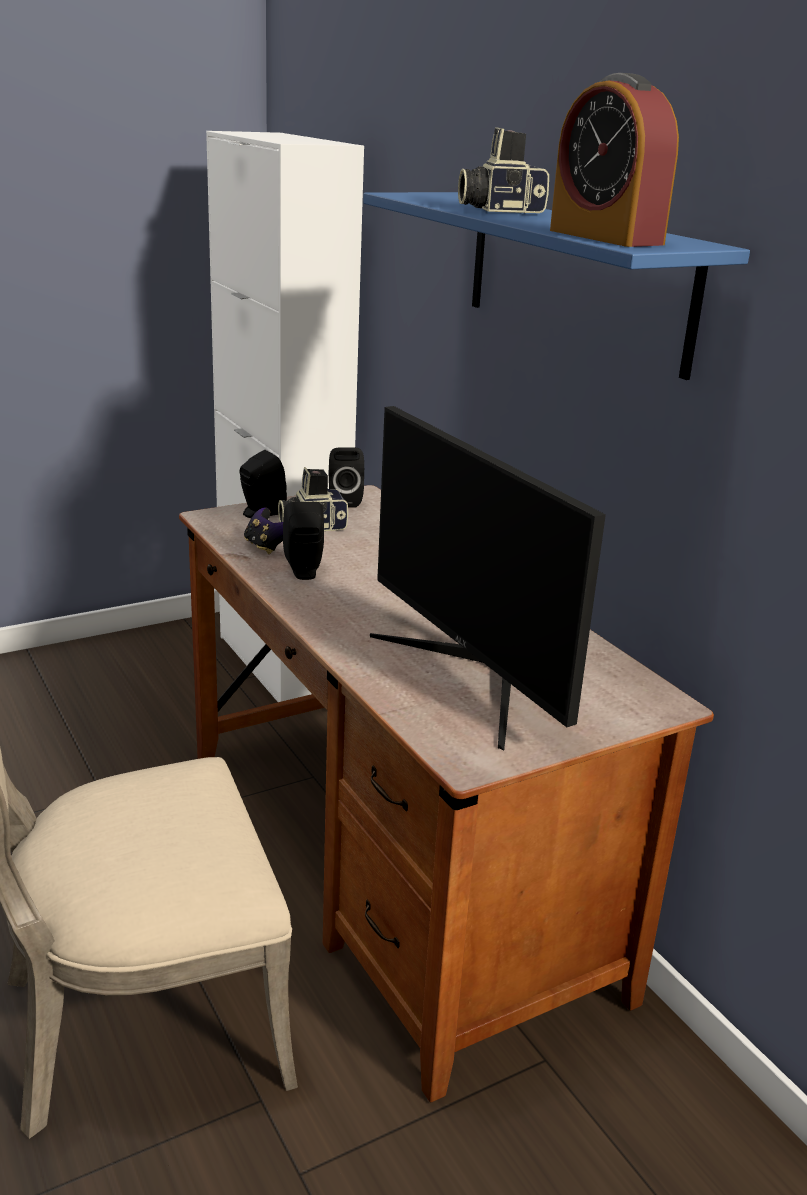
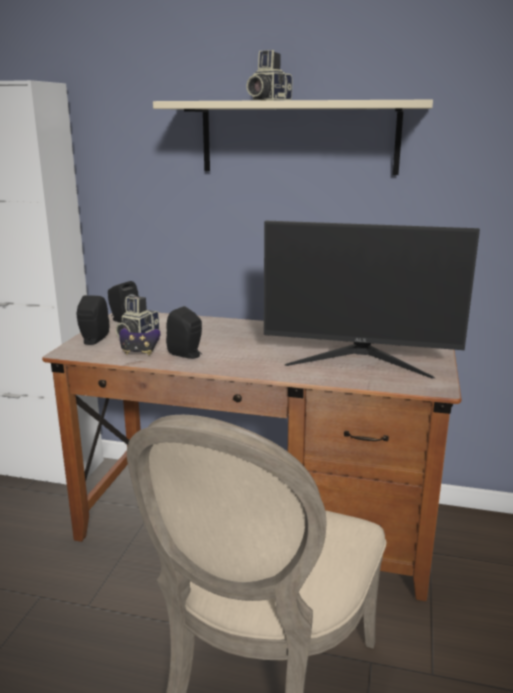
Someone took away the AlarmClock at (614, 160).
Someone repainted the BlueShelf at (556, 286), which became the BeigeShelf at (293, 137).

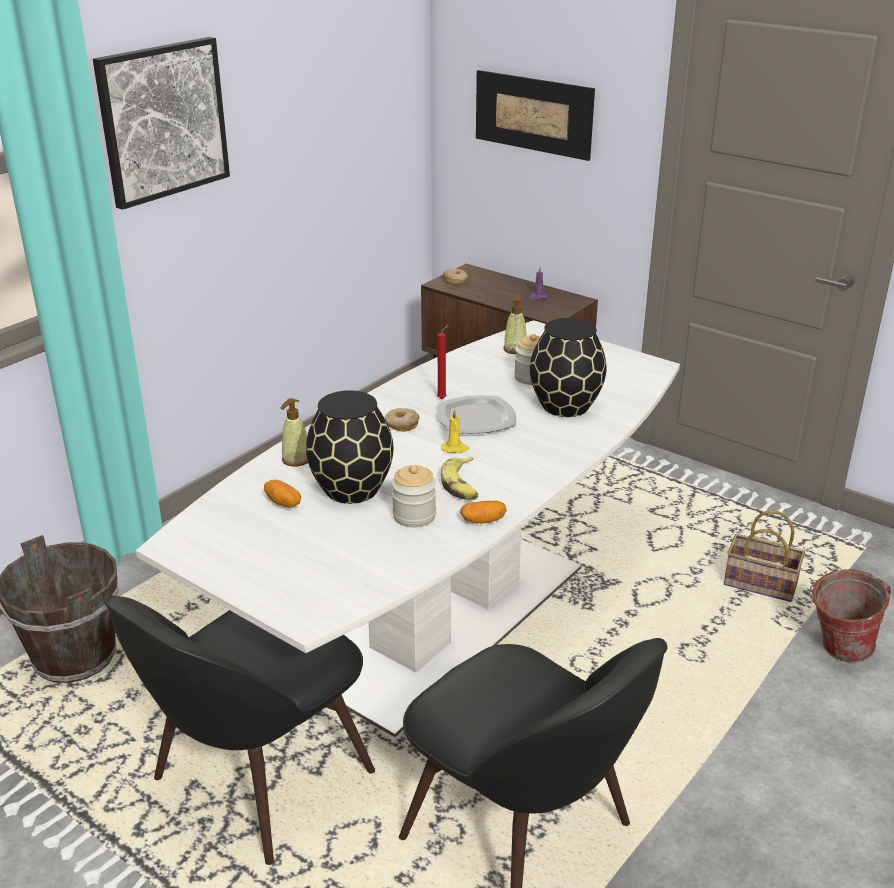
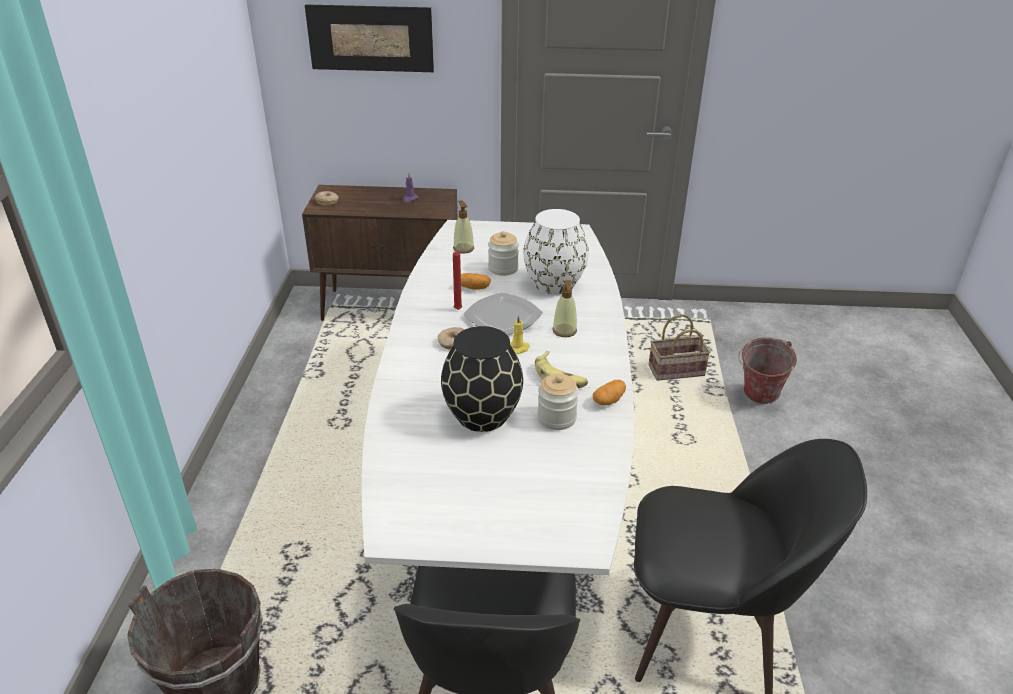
Someone took away the Picture at (161, 123).
Someone repainted the BlackVase at (568, 367), which became the WhiteVase at (556, 251).
Someone carried the SoapDispenser from (294, 432) to (564, 308).
Someone carried the Potato from (282, 494) to (476, 281).

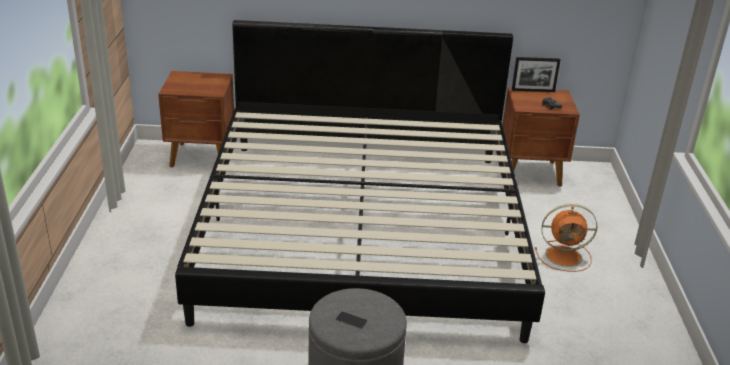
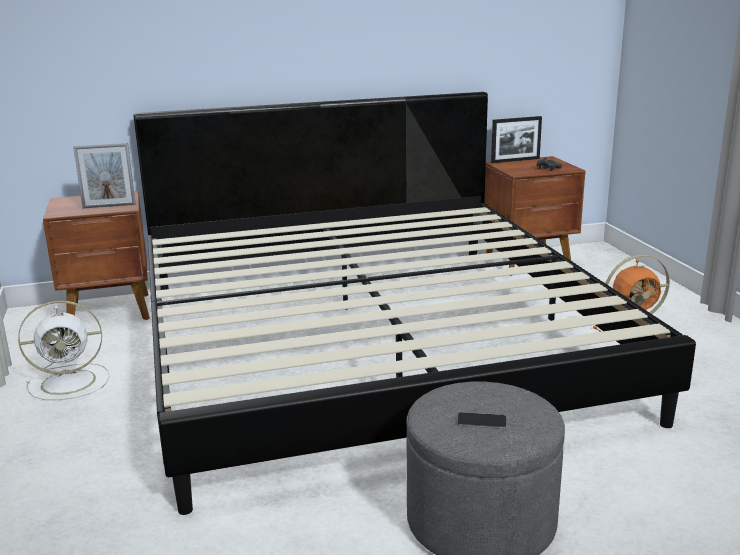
Someone put down the PictureFrame at (104, 176).
Someone put down the WhiteFan at (63, 350).

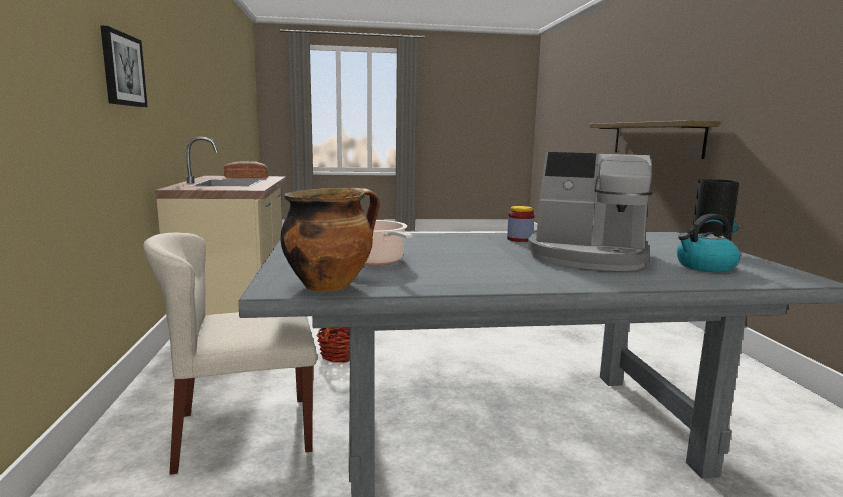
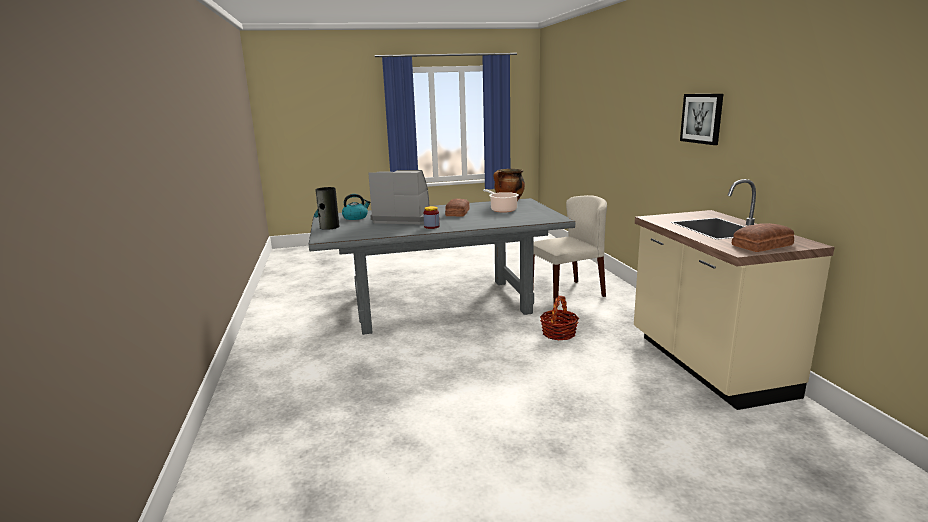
Someone took away the Shelf at (654, 139).
Someone put down the Bread at (457, 207).

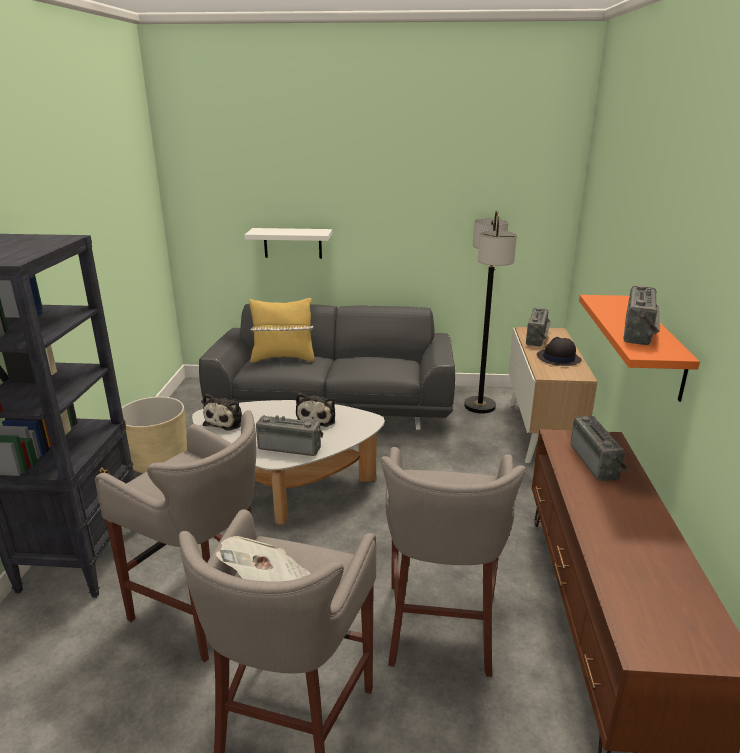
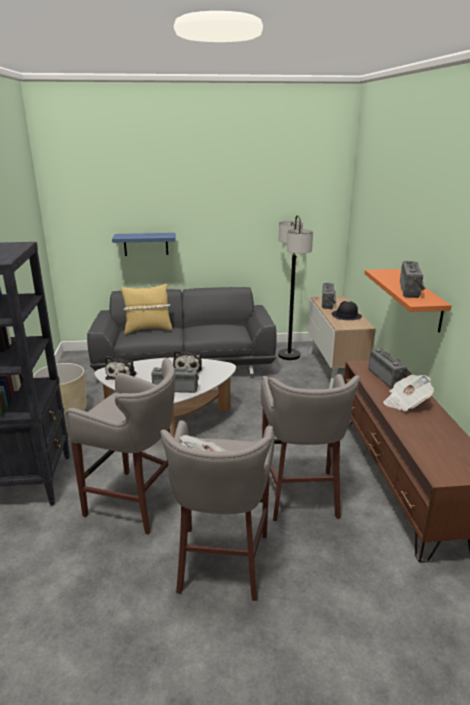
Someone repainted the WhiteShelf at (288, 243), which became the BlueShelf at (144, 244).
Someone put down the Newspaper at (408, 393).

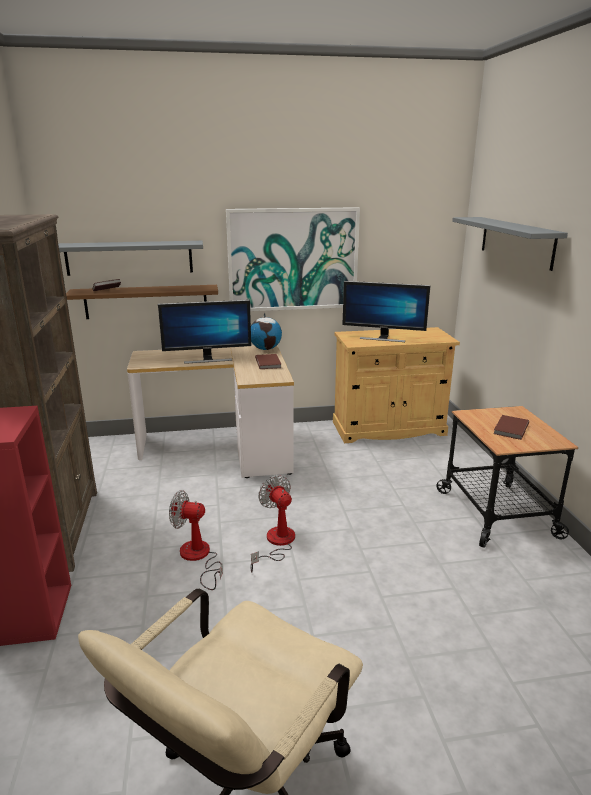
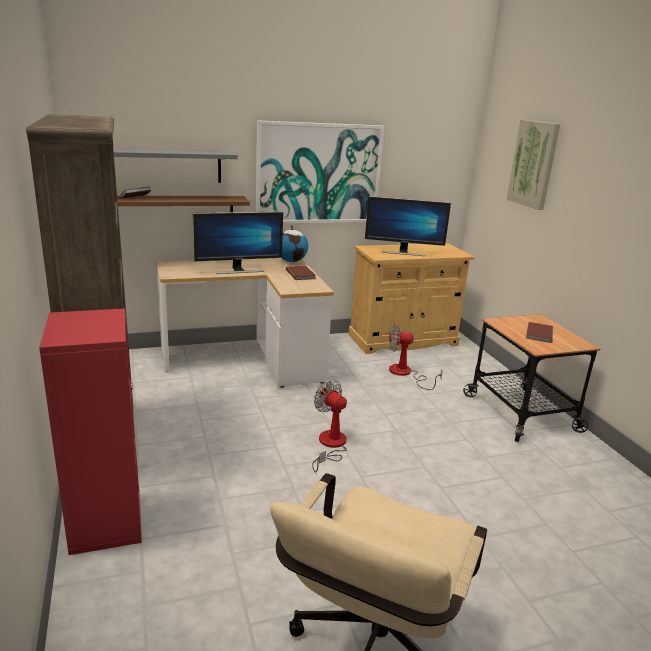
Someone swapped the GreyShelf at (510, 244) for the Picture at (533, 165).
Someone carried the Fan from (196, 540) to (415, 357).

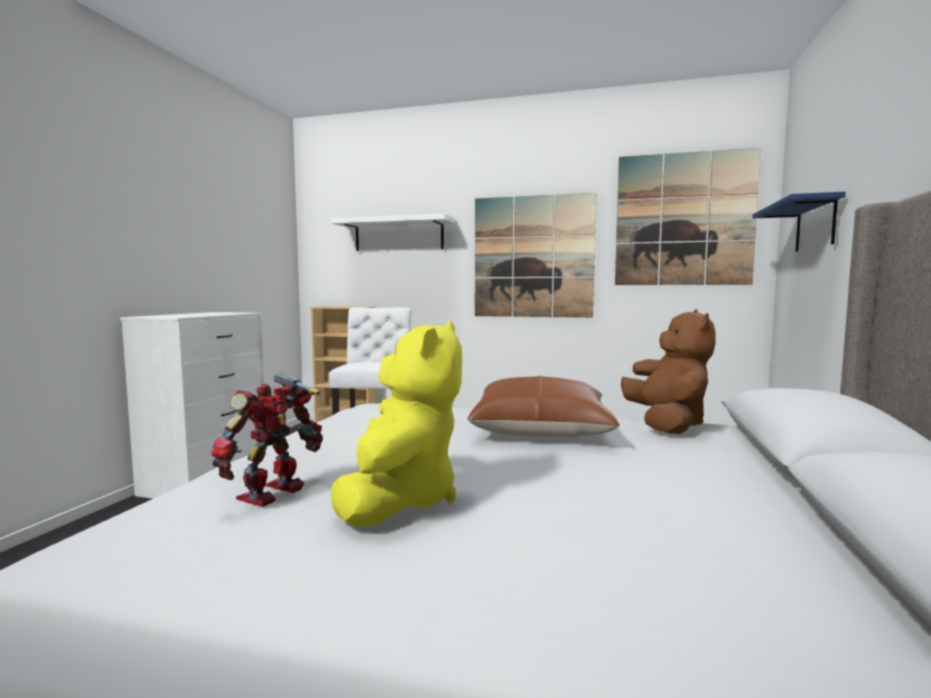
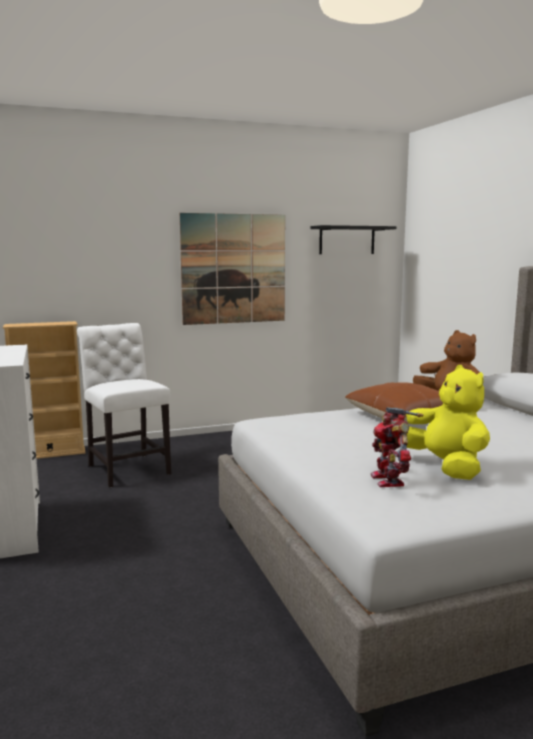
Someone swapped the Picture at (688, 216) for the BlackShelf at (353, 239).
Someone took away the BlueShelf at (799, 222).
Someone took away the WhiteShelf at (392, 232).

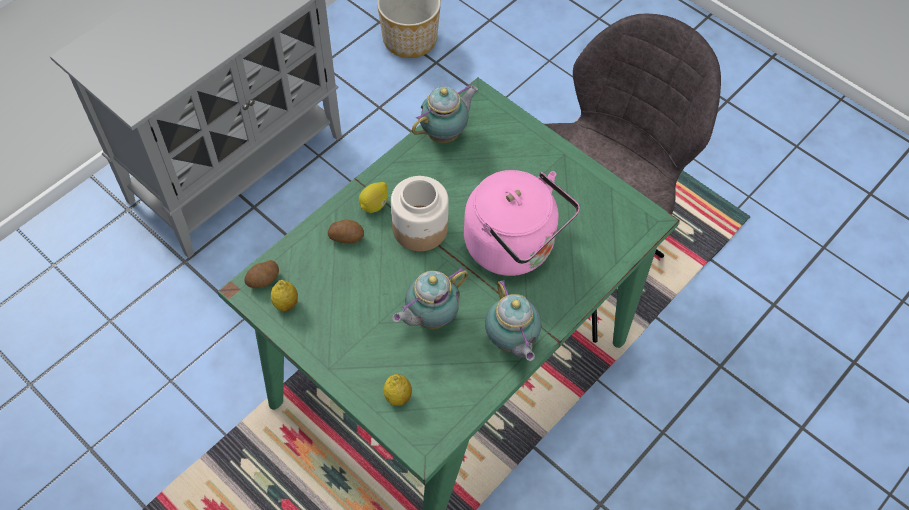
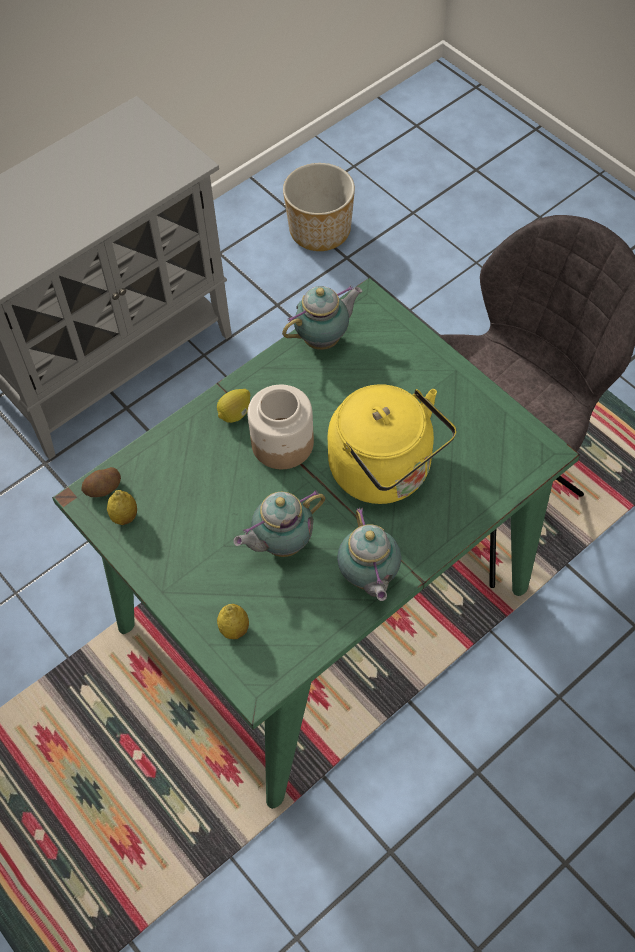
Someone repainted the PinkKettle at (522, 223), which became the YellowKettle at (392, 444).
Someone took away the Potato at (346, 232).

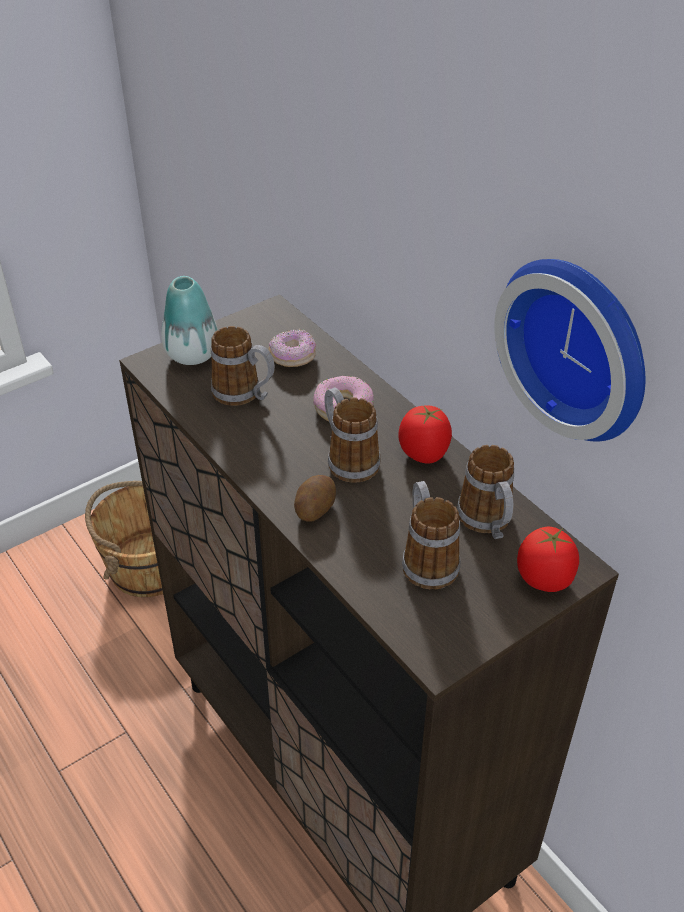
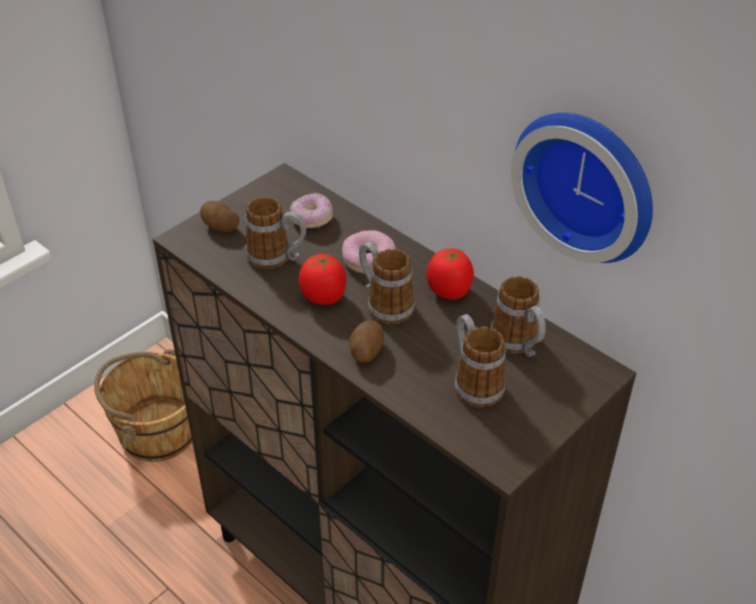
Someone swapped the Vase at (189, 320) for the Potato at (219, 216).
Someone carried the Tomato from (548, 559) to (322, 279).

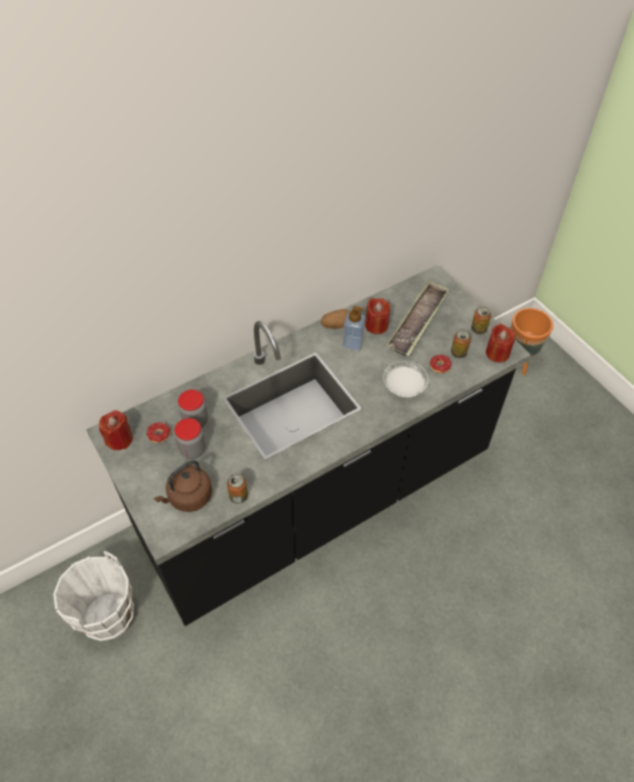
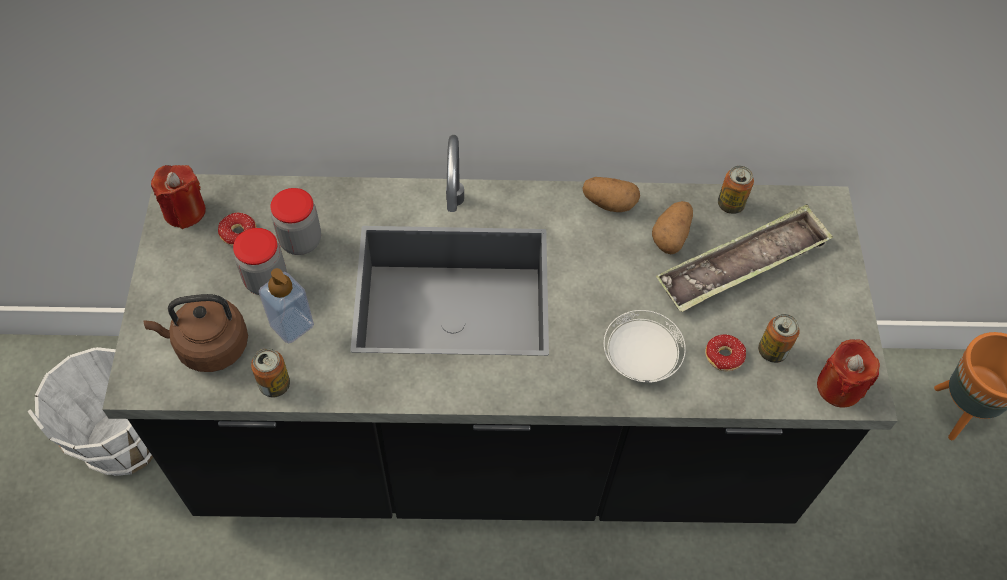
Someone swapped the RedCandle at (377, 316) for the Potato at (672, 227).
Someone carried the SoapDispenser from (354, 328) to (286, 305).
Someone carried the Can from (481, 320) to (736, 190).

